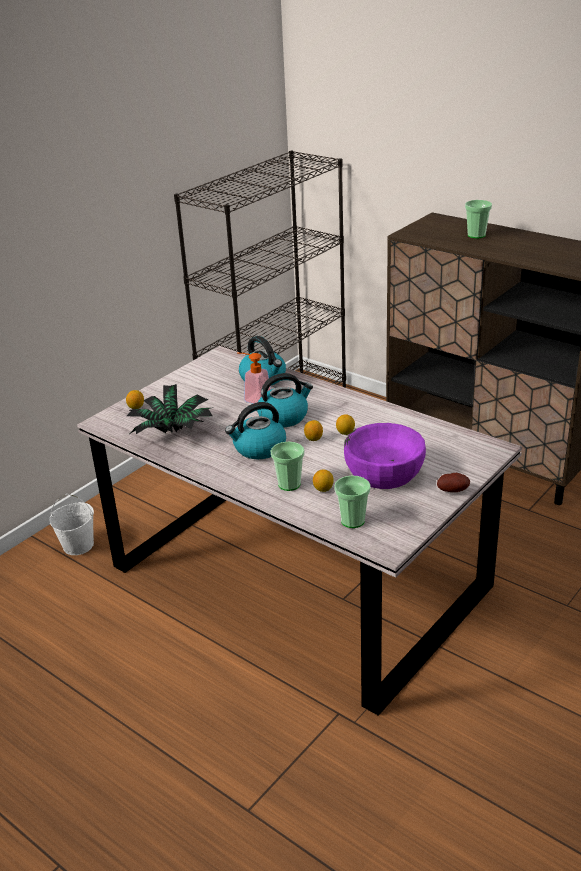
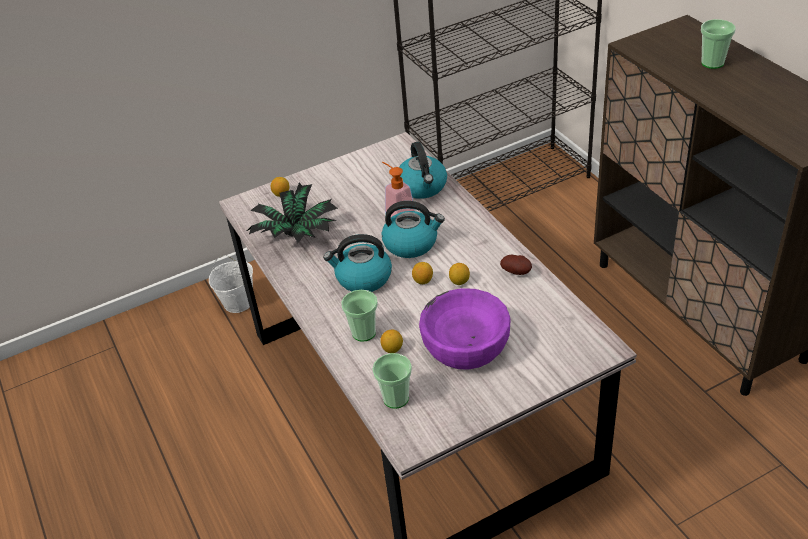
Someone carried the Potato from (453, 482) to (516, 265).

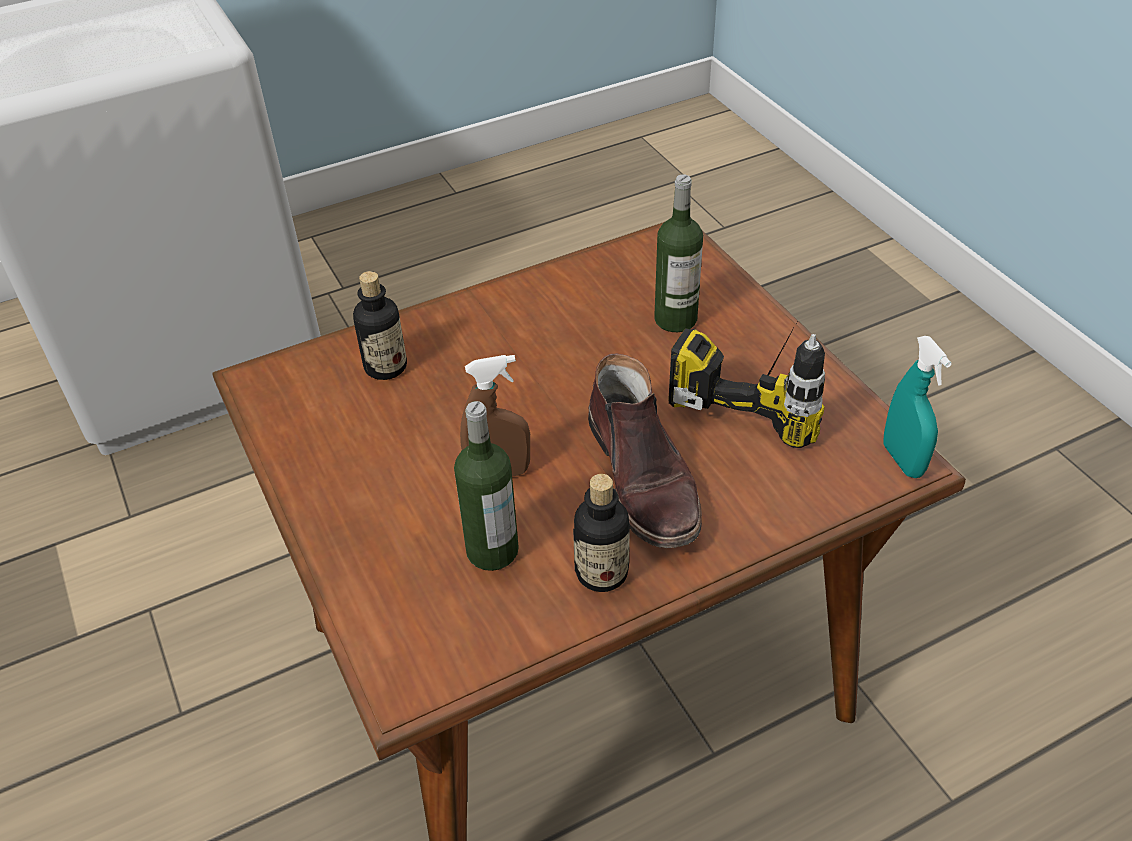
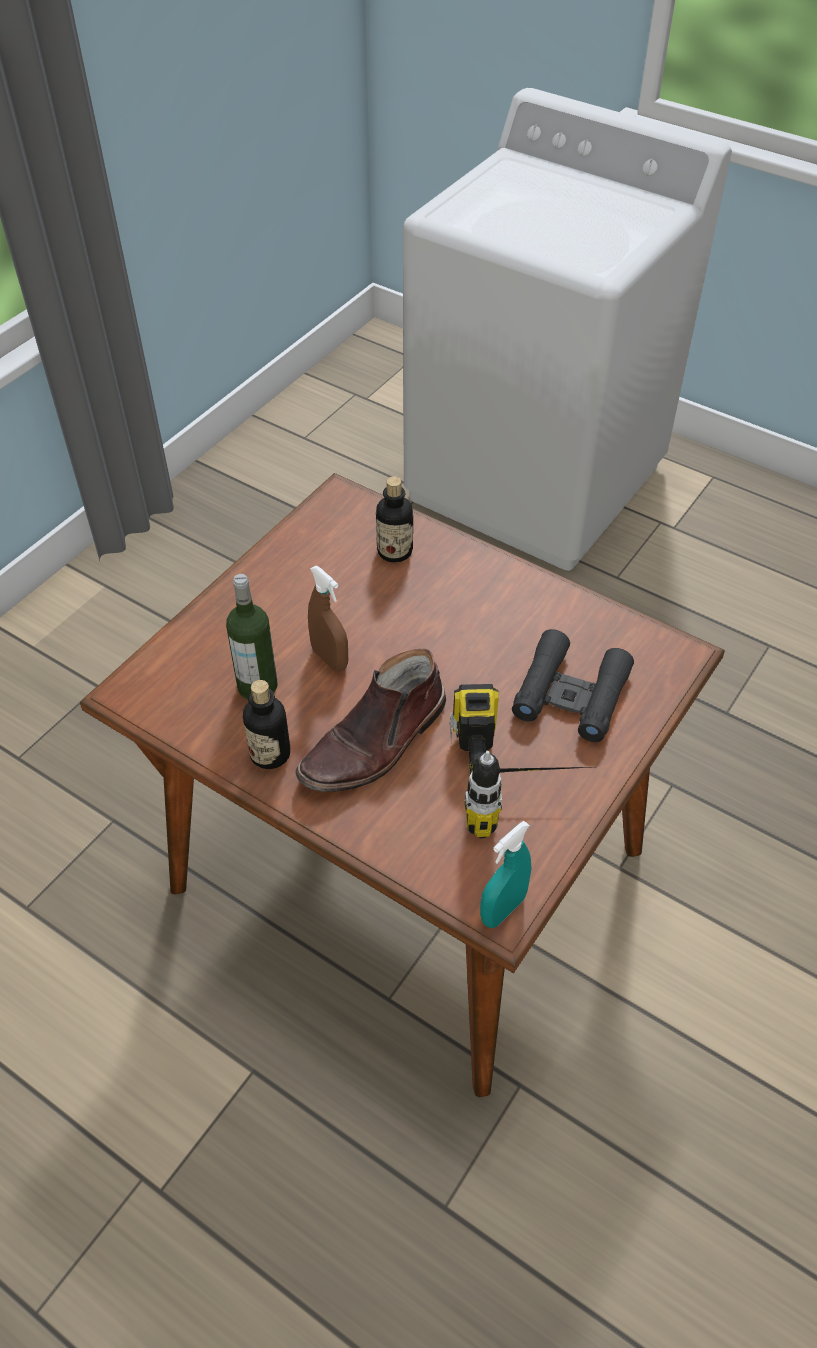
Someone swapped the Bottle at (678, 253) for the BlackBinoculars at (573, 685).

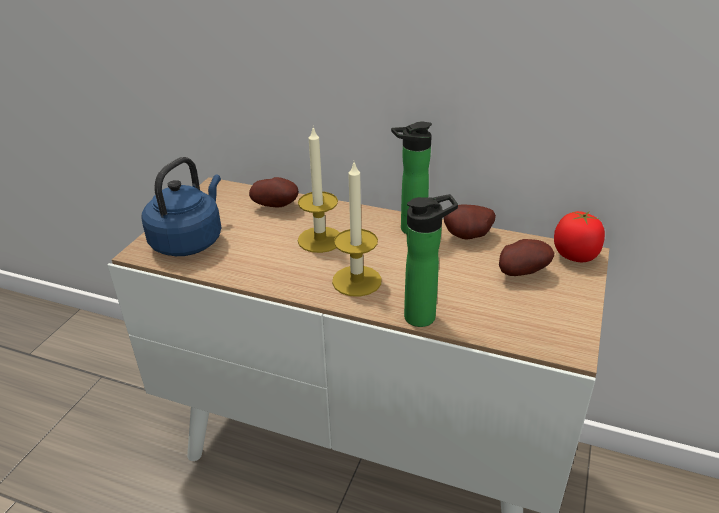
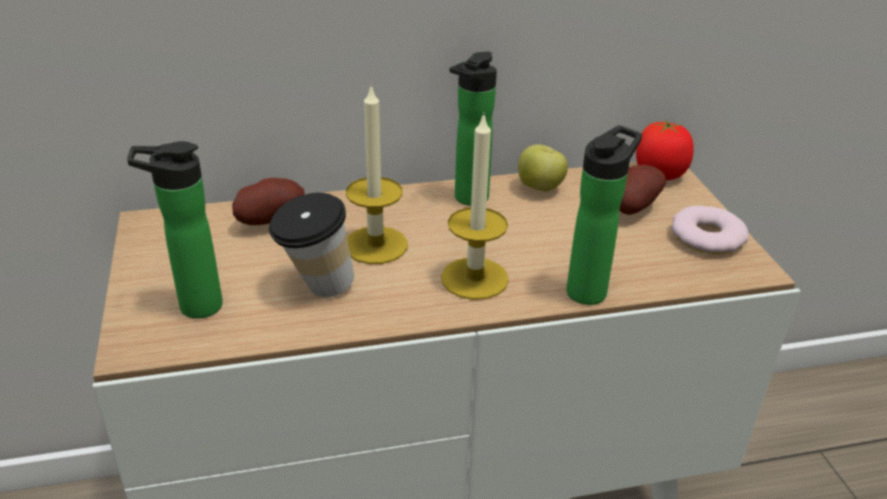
Someone swapped the BlueKettle at (182, 206) for the Bottle at (175, 230).
Someone swapped the Potato at (470, 222) for the Apple at (543, 168).
Someone put down the Cup at (311, 245).
Someone put down the Donut at (710, 229).

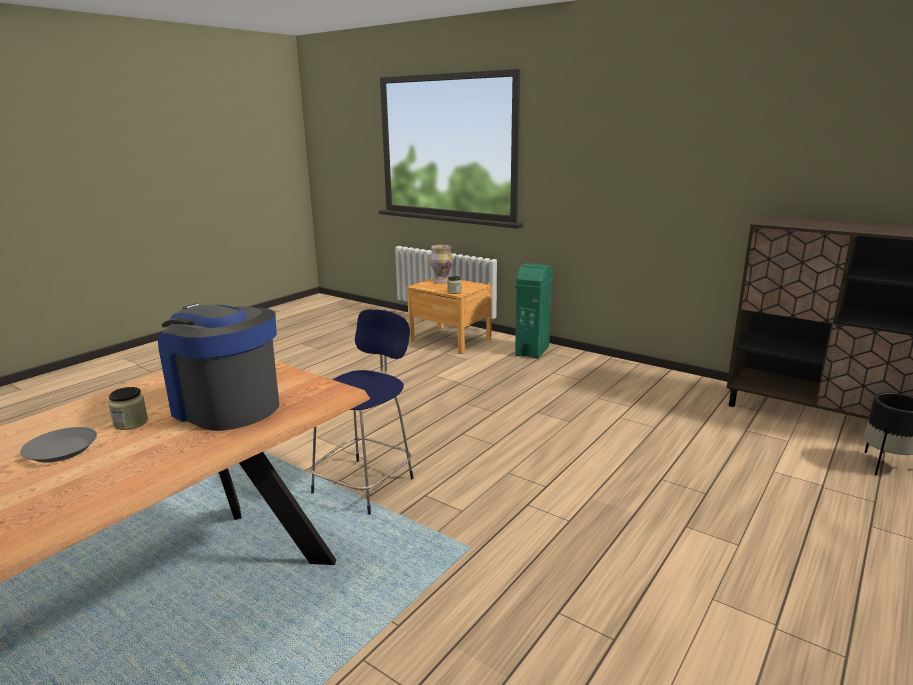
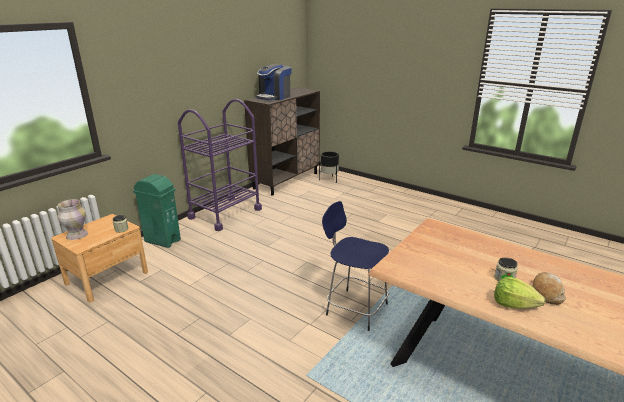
Someone carried the CoffeeMachine from (219, 367) to (274, 82).
Someone swapped the GreyPlate at (58, 445) for the Bread at (549, 288).
Someone put down the PurpleCart at (220, 165).
Someone put down the Lettuce at (519, 293).

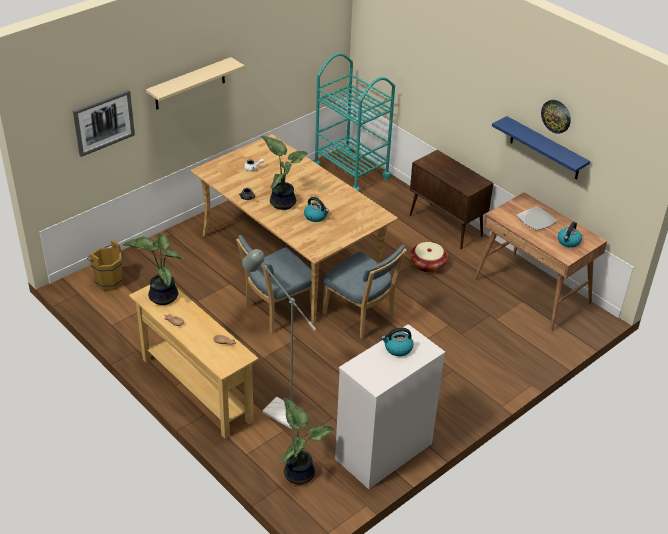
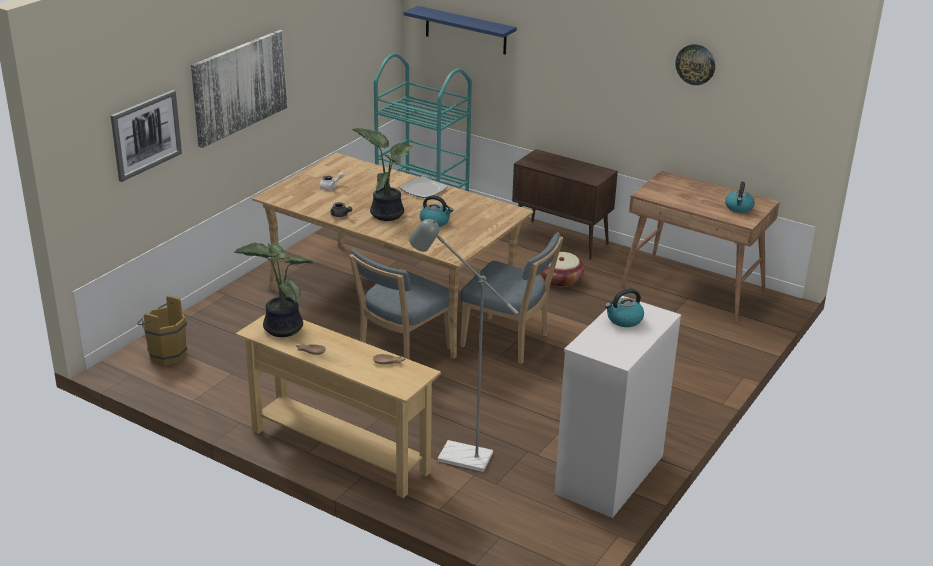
Someone swapped the BeigeShelf at (195, 83) for the Picture at (239, 89).
Someone carried the BlueShelf from (541, 148) to (460, 30).
Someone carried the Plate from (537, 218) to (423, 187).
Someone took away the PottedPlant at (307, 441).

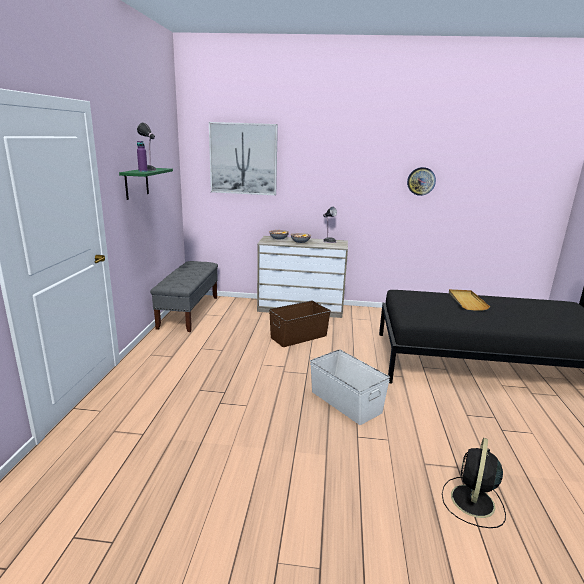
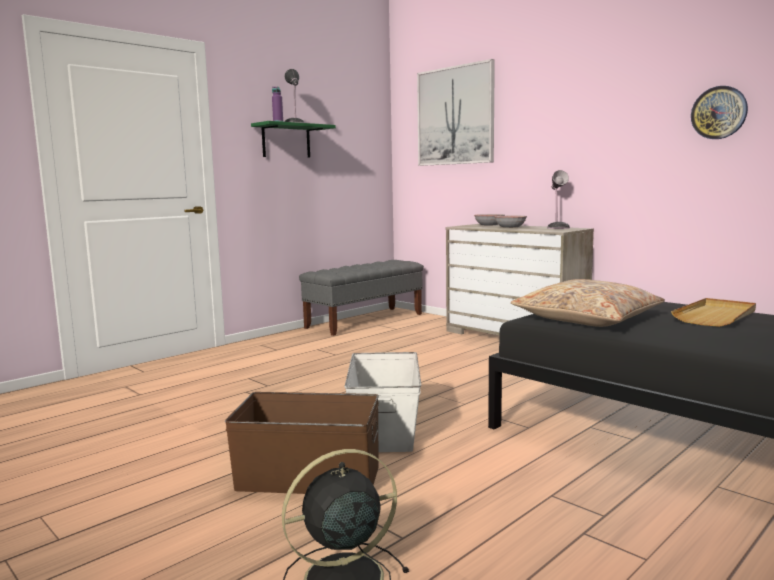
Someone carried the BrownStorageBox from (300, 324) to (302, 443).
Someone put down the BeigePillow at (588, 303).

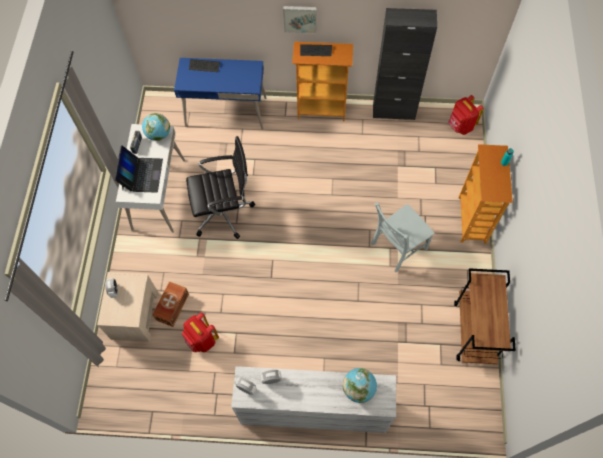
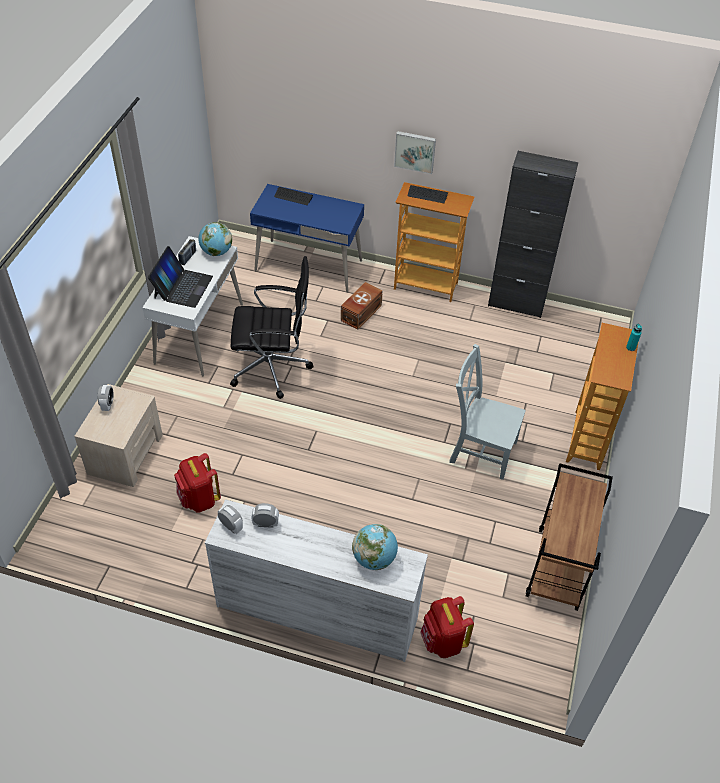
Someone carried the RedBackpack from (466, 115) to (447, 627).
Someone rotated the GreyChair at (403, 237) by 45 degrees clockwise.
Someone carried the BrownStorageBox from (170, 304) to (362, 305).

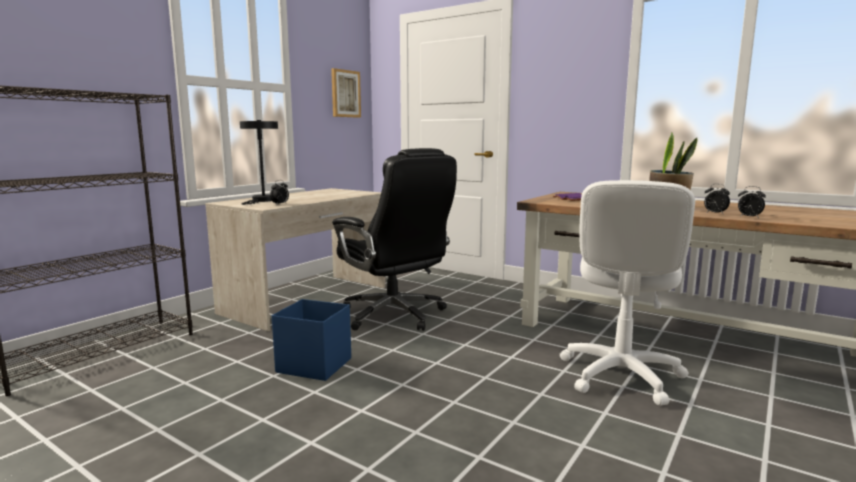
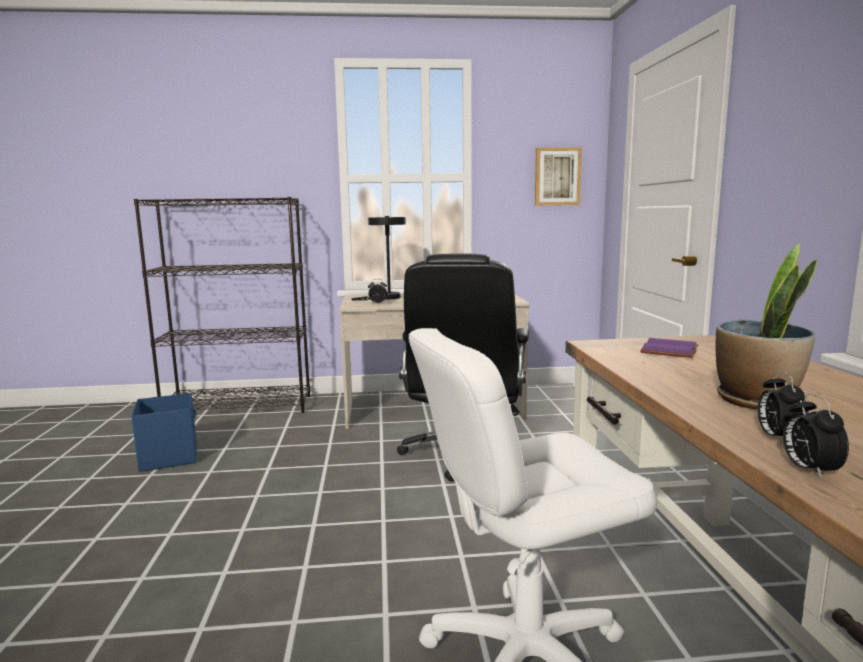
Someone carried the BlueStorageBox from (311, 340) to (164, 432).

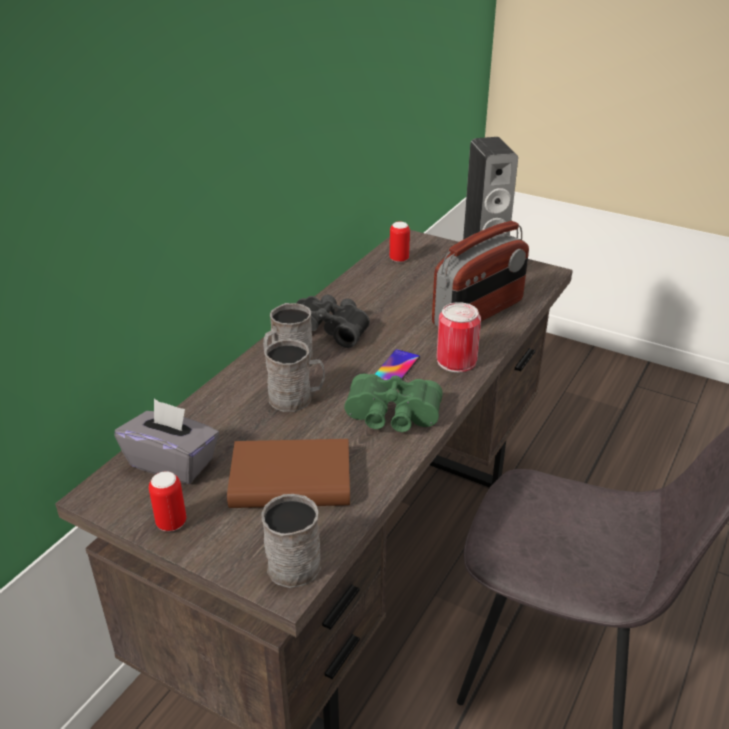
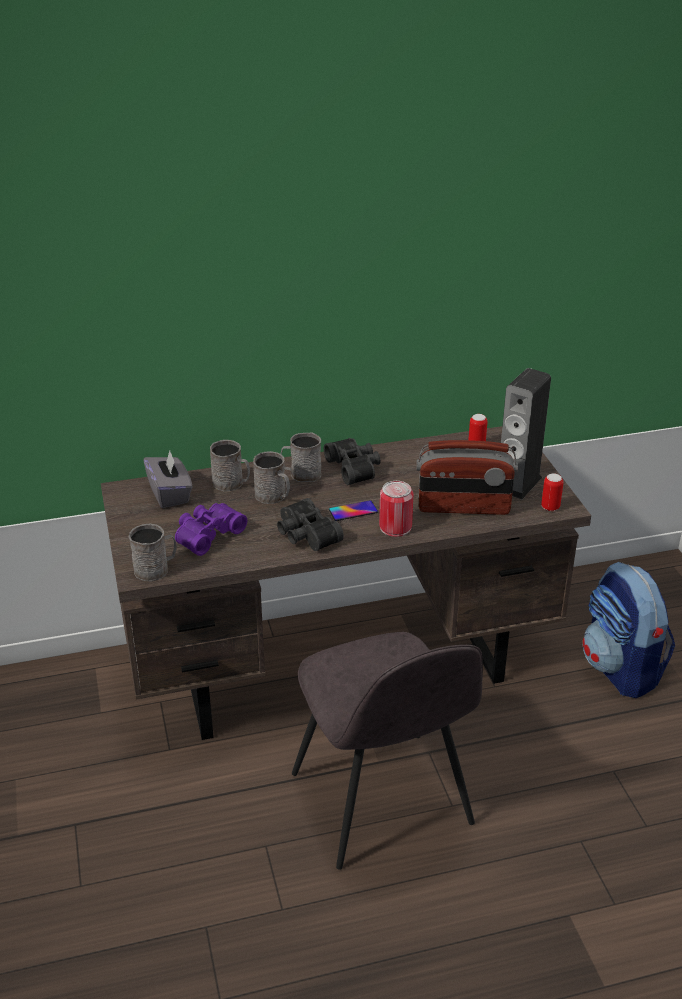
Someone repainted the GreenBinoculars at (393, 403), which became the BlackBinoculars at (310, 524).
Someone swapped the BrownBook at (288, 473) for the PurpleBinoculars at (211, 529).
Someone carried the Can from (167, 501) to (552, 492).
Someone put down the GreyMug at (230, 465).
Someone put down the Backpack at (628, 629).

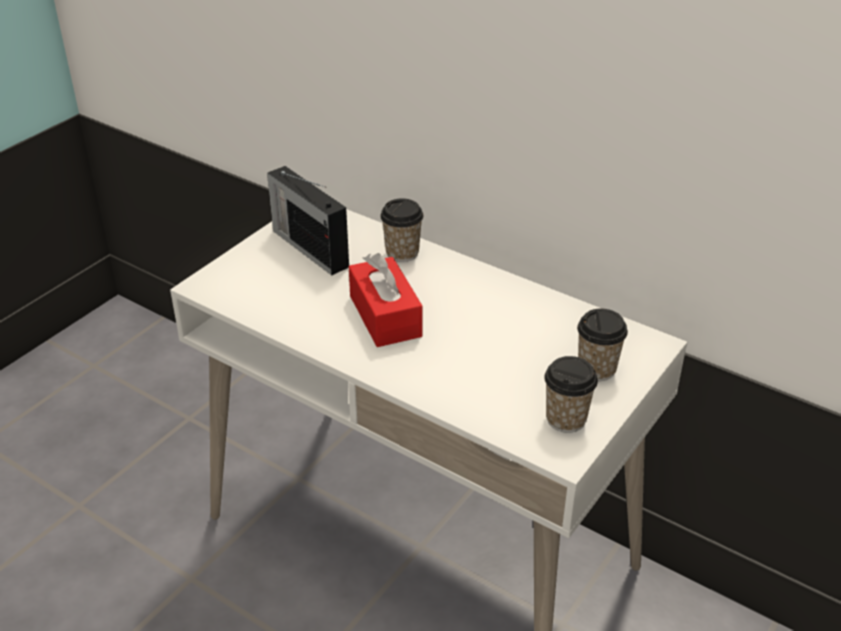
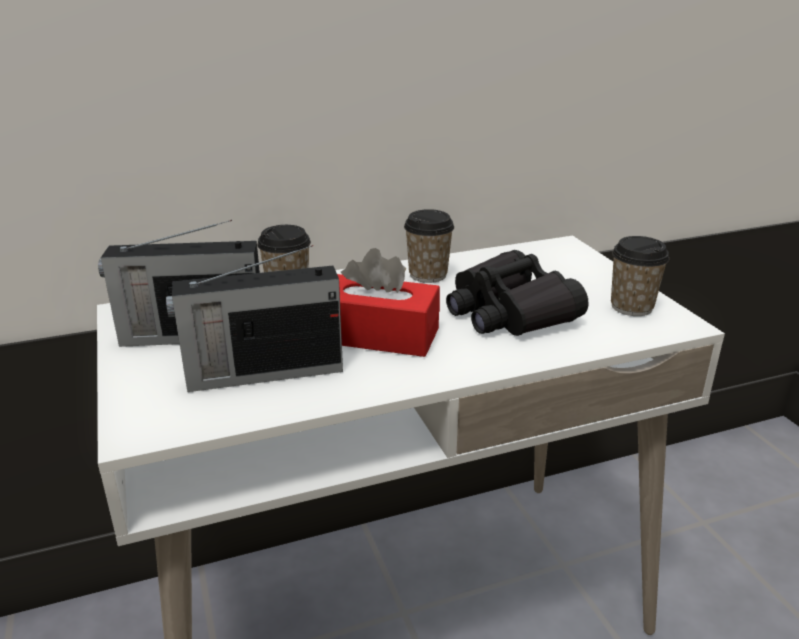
Someone carried the Cup from (602, 344) to (429, 246).
Someone put down the Radio at (254, 318).
Someone put down the BlackBinoculars at (517, 293).

